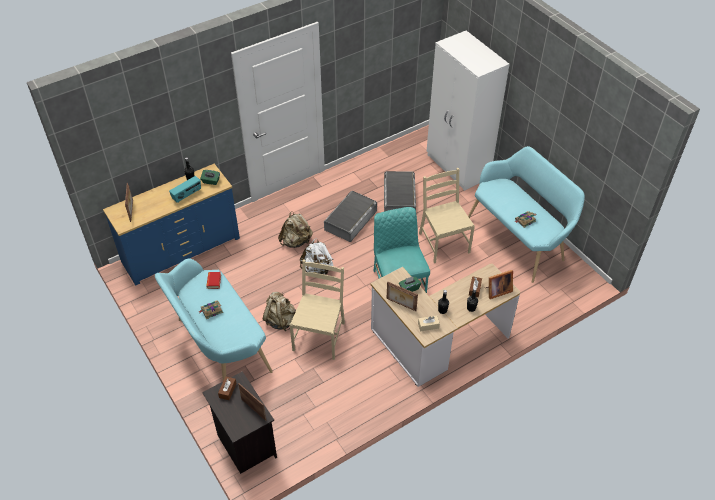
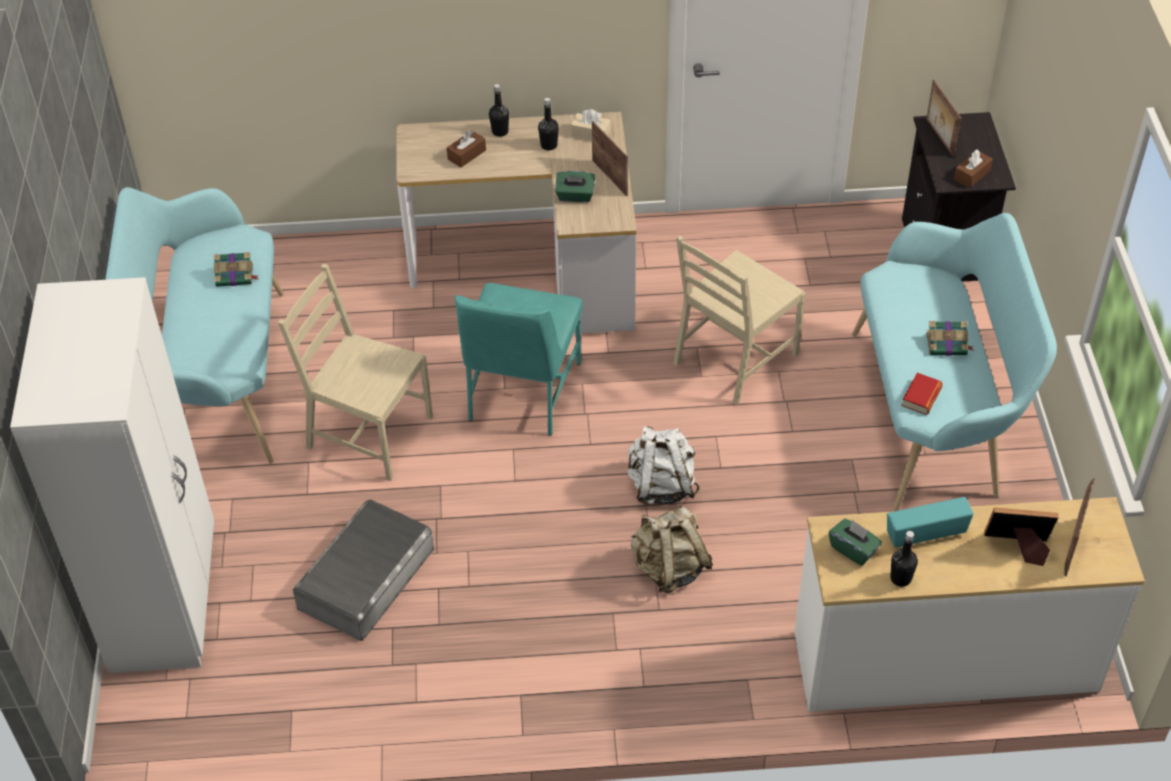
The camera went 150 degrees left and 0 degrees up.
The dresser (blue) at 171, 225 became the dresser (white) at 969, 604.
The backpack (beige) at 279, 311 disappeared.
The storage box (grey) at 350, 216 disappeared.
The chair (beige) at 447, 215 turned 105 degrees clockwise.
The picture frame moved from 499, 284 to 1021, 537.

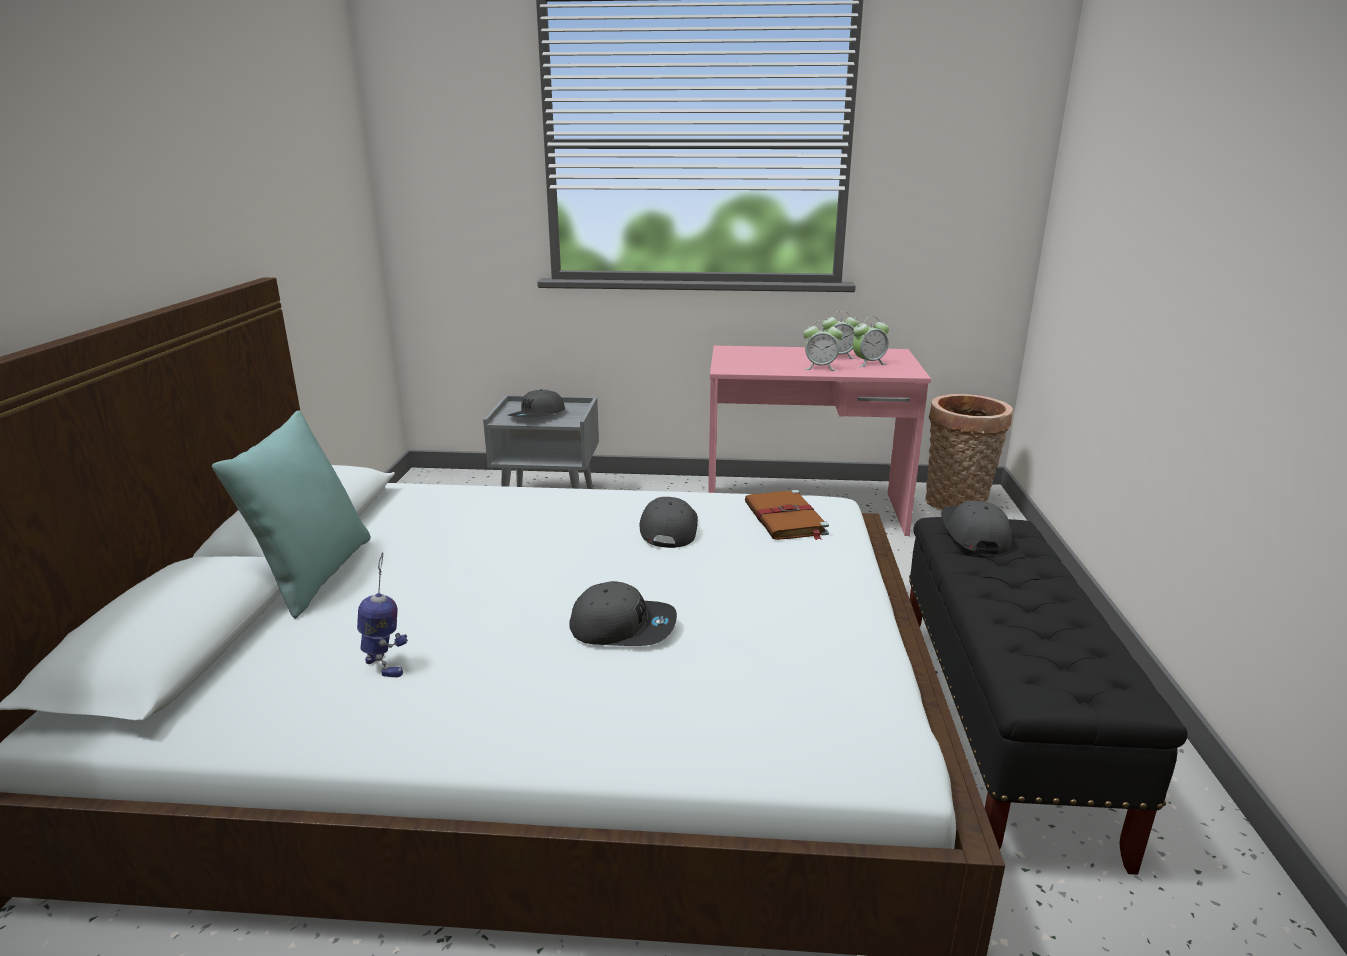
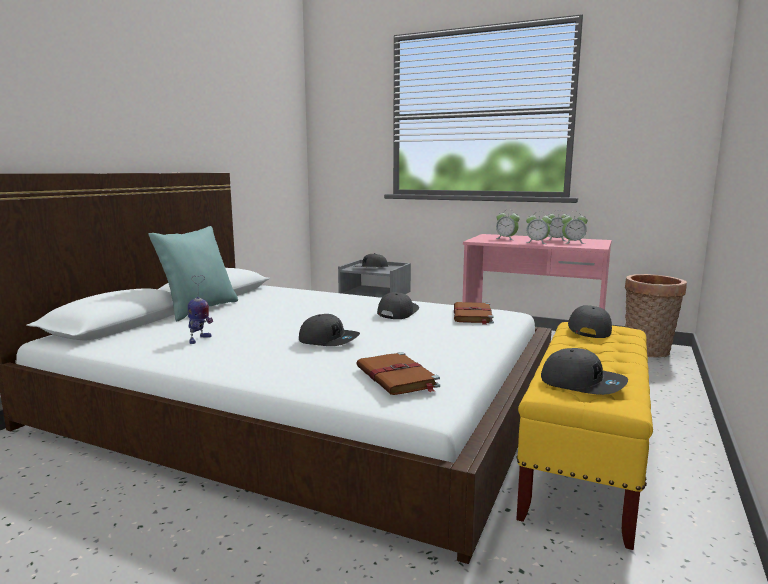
The camera went 20 degrees right and 10 degrees down.
The toy robot at 382, 614 turned 45 degrees clockwise.
The bench (black) at 1048, 696 became the bench (yellow) at 584, 436.
The book (brown) at 398, 373 appeared.
The alarm clock at 507, 224 appeared.
The cap (grey) at 584, 371 appeared.

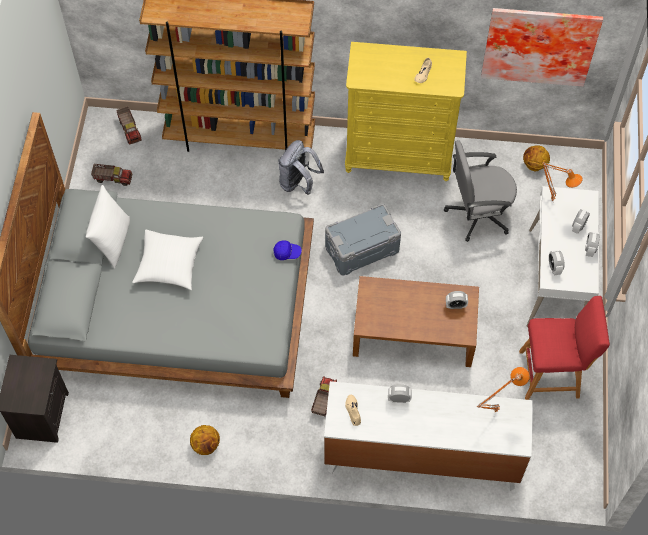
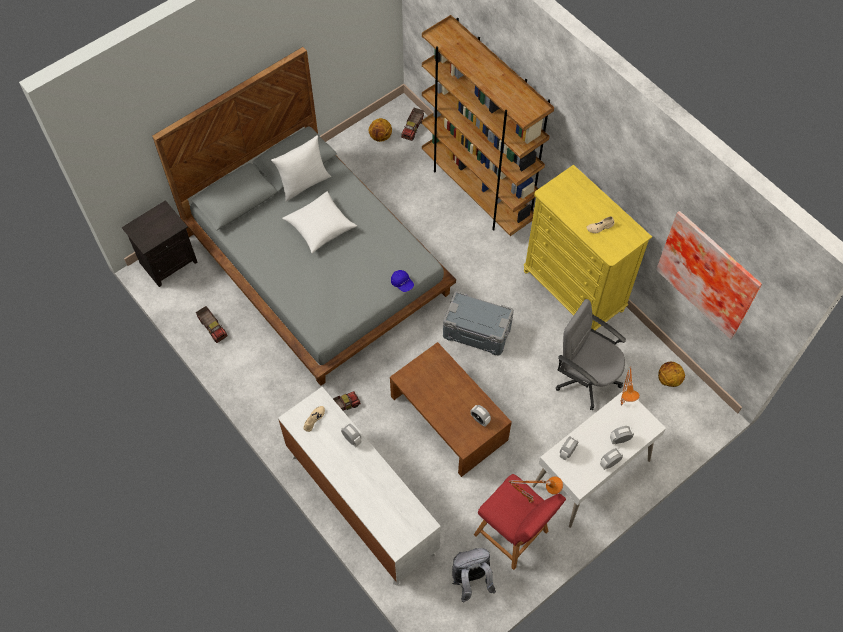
The camera went 45 degrees right and 0 degrees up.
The toy truck moved from 111, 175 to 212, 324.
The basketball moved from 205, 440 to 380, 130.
The backpack (grey) moved from 301, 167 to 474, 575.
The table lamp (orange) moved from 503, 389 to 536, 489.

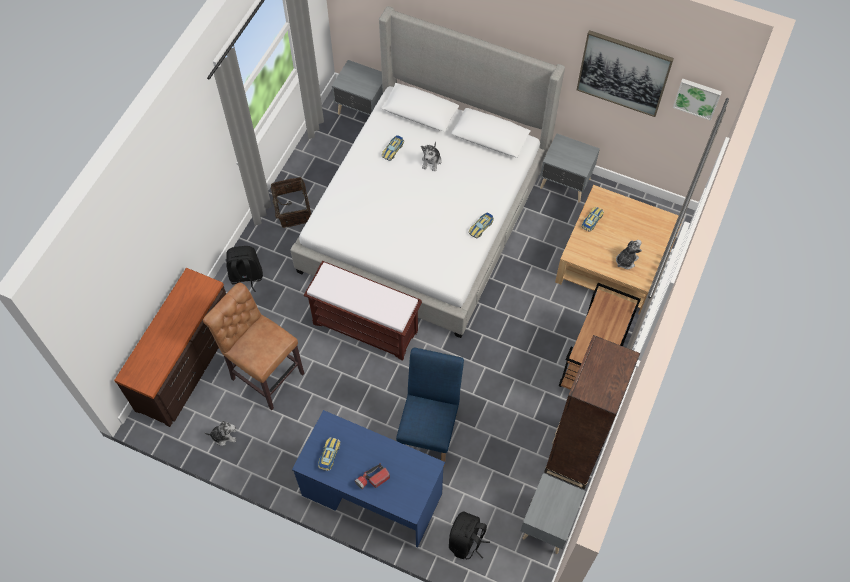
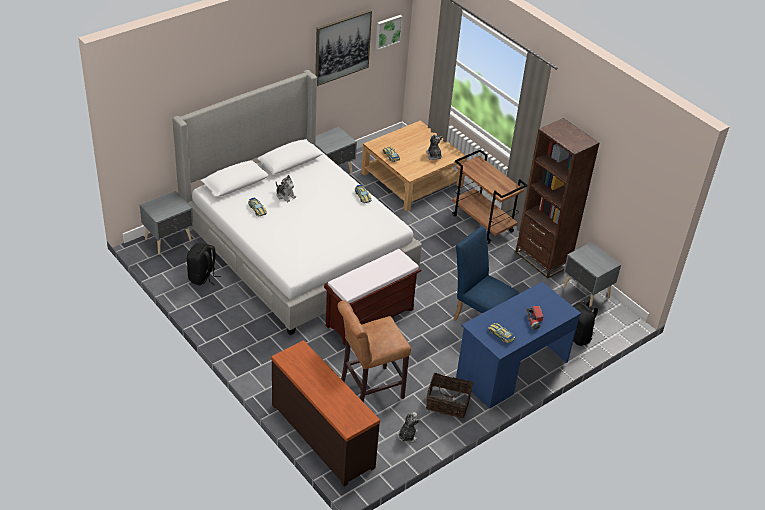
The camera went 65 degrees left and 20 degrees down.
The backpack (black) moved from 244, 269 to 204, 264.
The basket moved from 289, 202 to 449, 395.

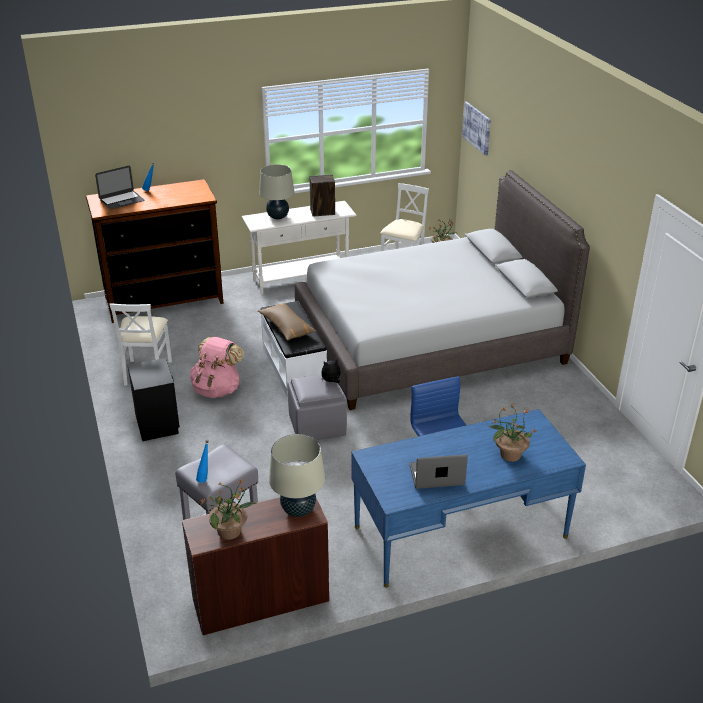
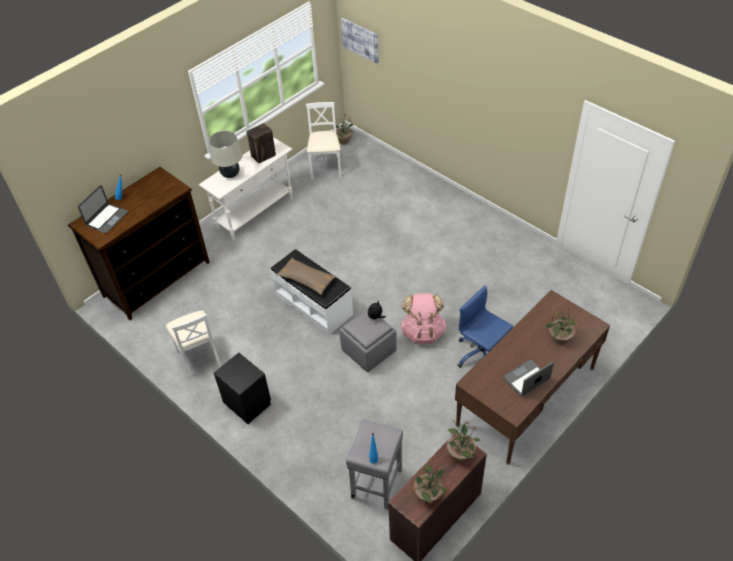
The camera went 25 degrees left and 15 degrees up.
The backpack (pink) moved from 217, 367 to 423, 319.
The table lamp (beige) at 297, 475 was replaced by the potted plant at 463, 441.
The bed (grey) at 442, 290 disappeared.
The desk (blue) at 469, 498 became the desk (brown) at 532, 377.

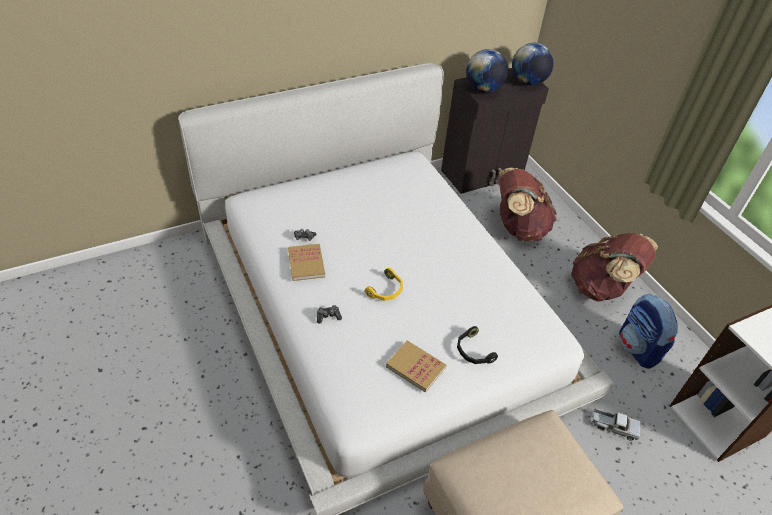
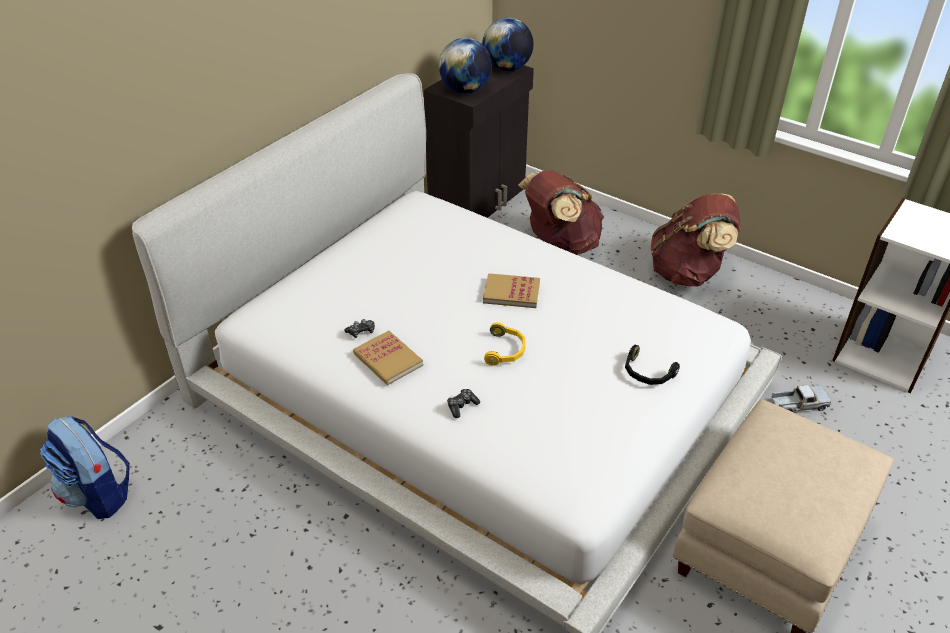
The camera went 25 degrees left and 5 degrees down.
The book moved from 416, 366 to 511, 290.
The backpack moved from 648, 331 to 85, 467.

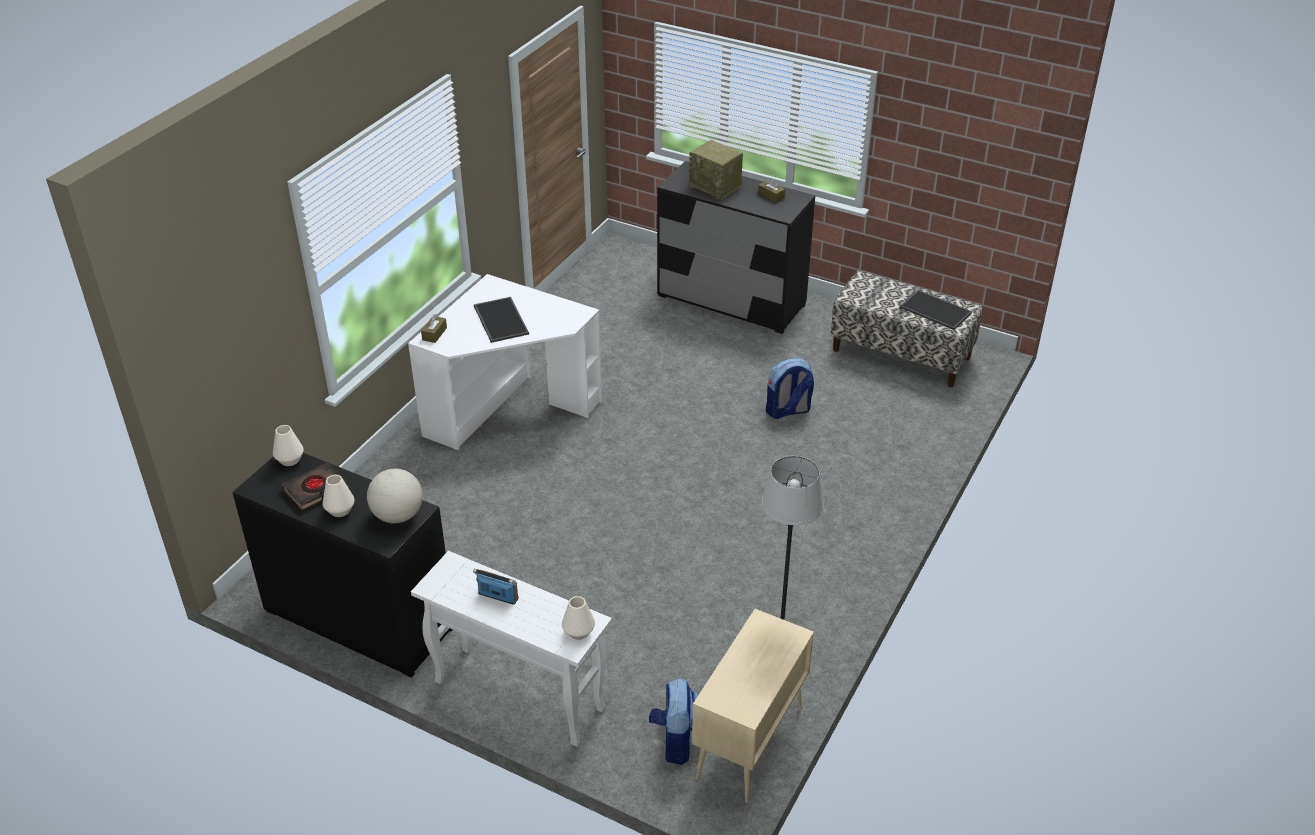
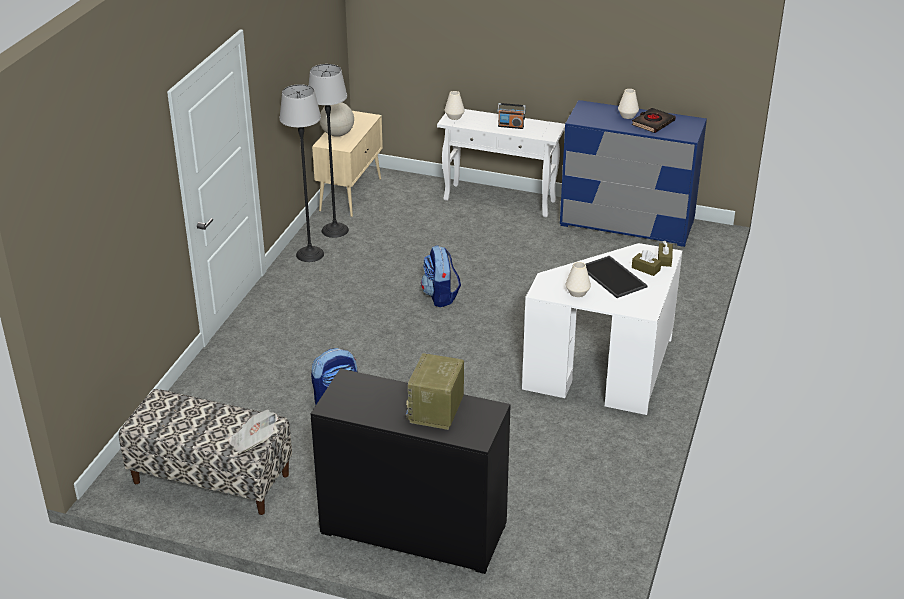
The camera went 170 degrees right and 5 degrees down.
The dresser (black) at 342, 565 became the dresser (blue) at 633, 173.
The vase (white) moved from 288, 445 to 578, 279.
The globe moved from 395, 496 to 337, 119.
The backpack moved from 673, 721 to 441, 276.
The radio at 716, 170 turned 105 degrees counterclockwise.
The tissue box (brown) moved from 771, 190 to 646, 263.
The tray at 936, 310 disappeared.
The newspaper at 253, 432 appeared.
The floor lamp at 301, 173 appeared.

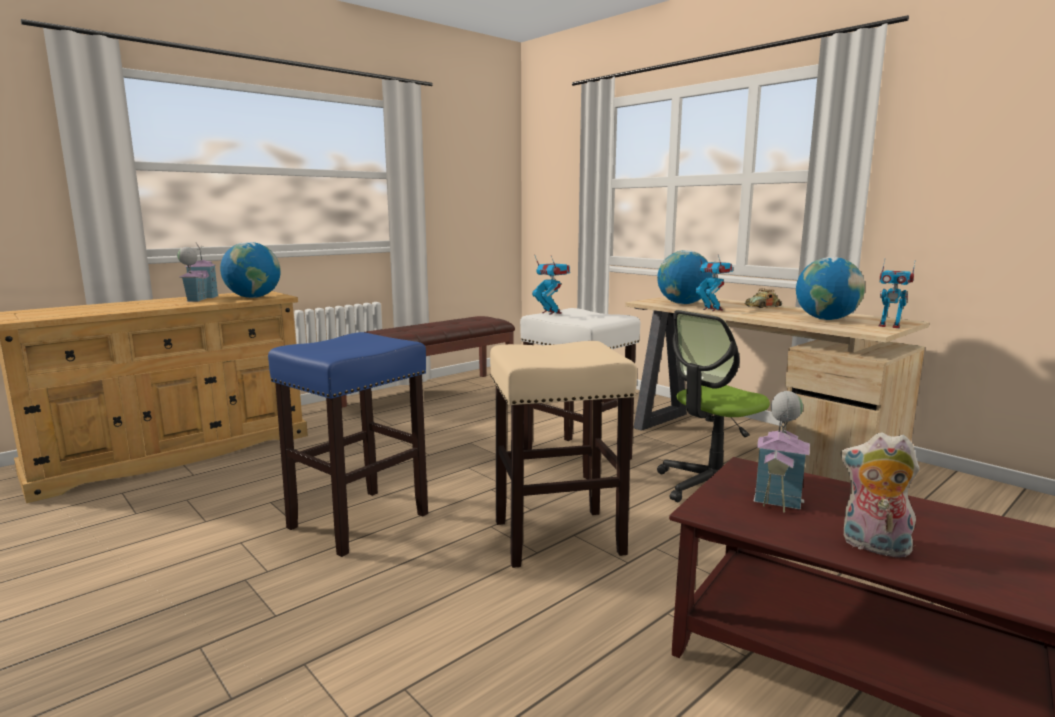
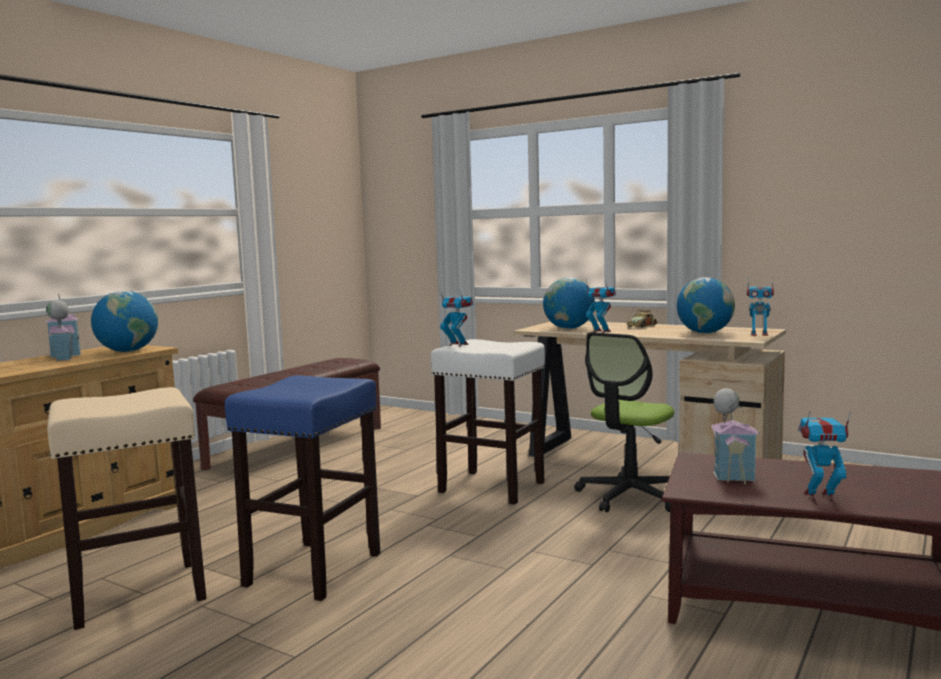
The camera went 15 degrees left and 5 degrees down.
The stool (beige) moved from 563, 454 to 127, 508.
The plush toy at 880, 495 was replaced by the toy robot at 824, 456.

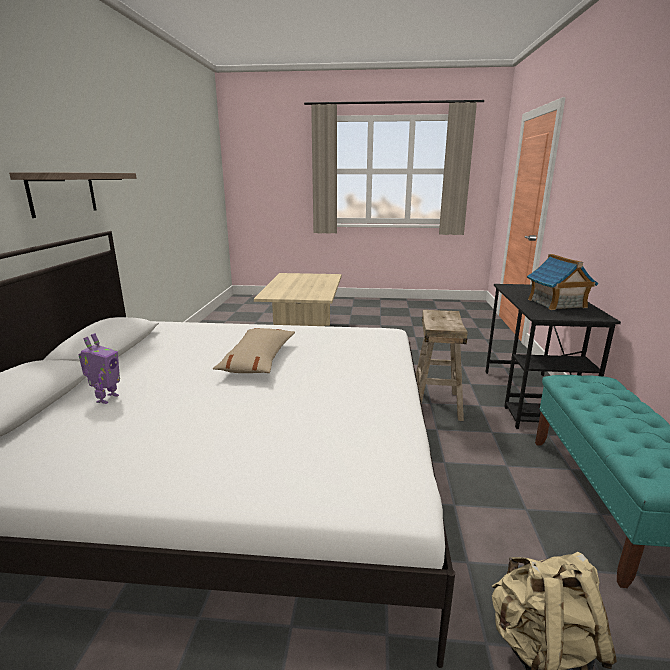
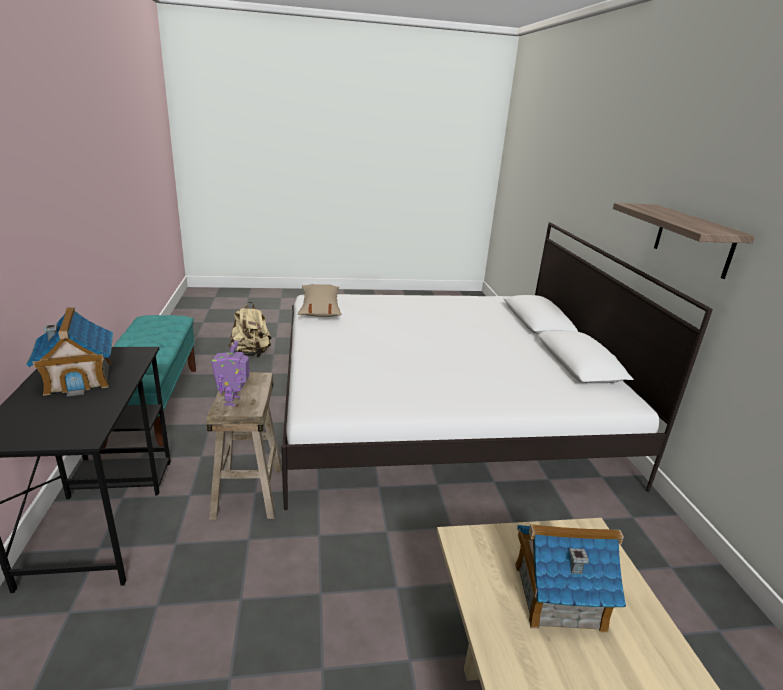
The camera went 165 degrees right and 5 degrees up.
The toy robot moved from 99, 368 to 230, 373.
The pillow (beige) moved from 254, 350 to 320, 300.
The toy house at 570, 578 appeared.

